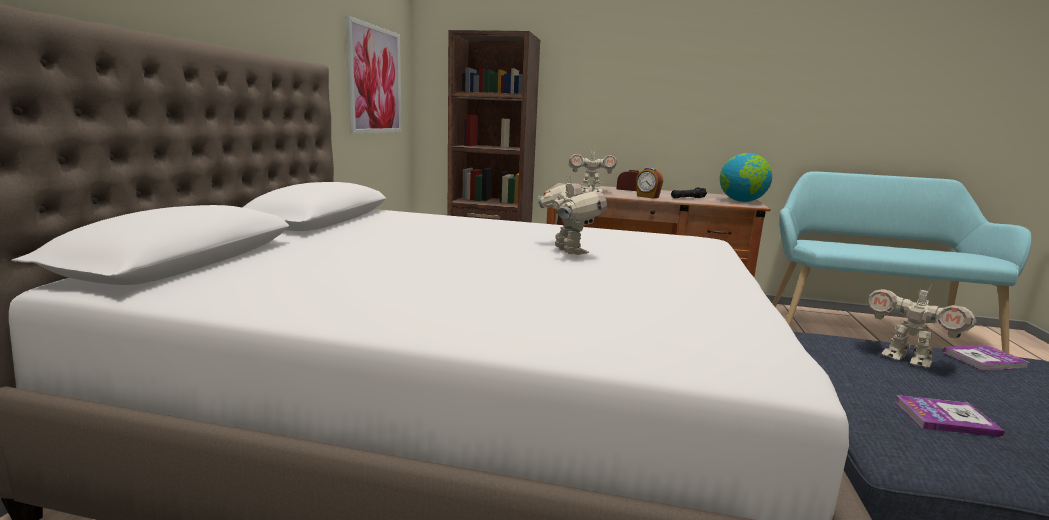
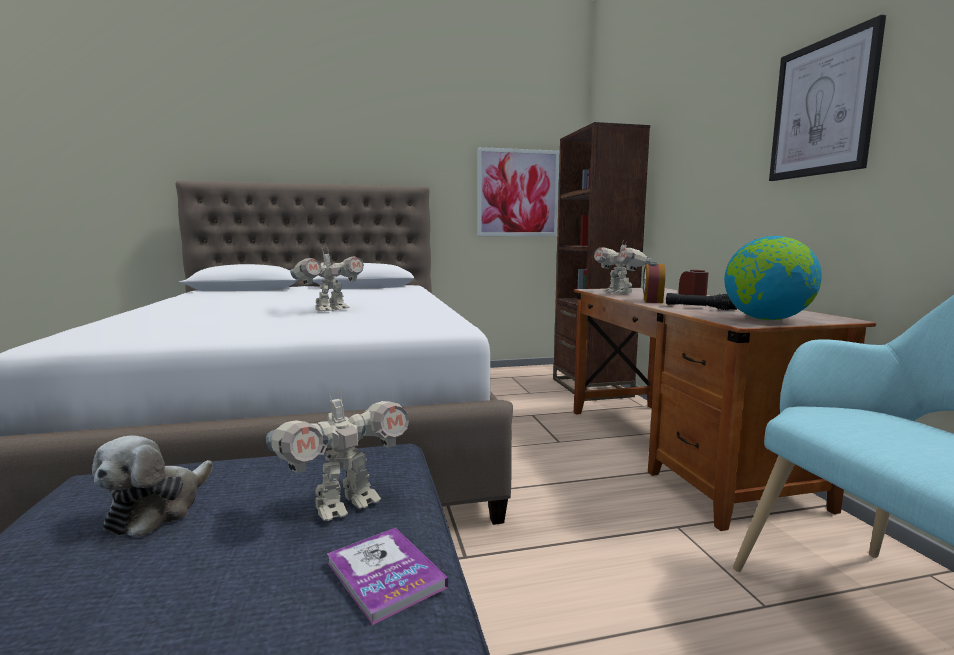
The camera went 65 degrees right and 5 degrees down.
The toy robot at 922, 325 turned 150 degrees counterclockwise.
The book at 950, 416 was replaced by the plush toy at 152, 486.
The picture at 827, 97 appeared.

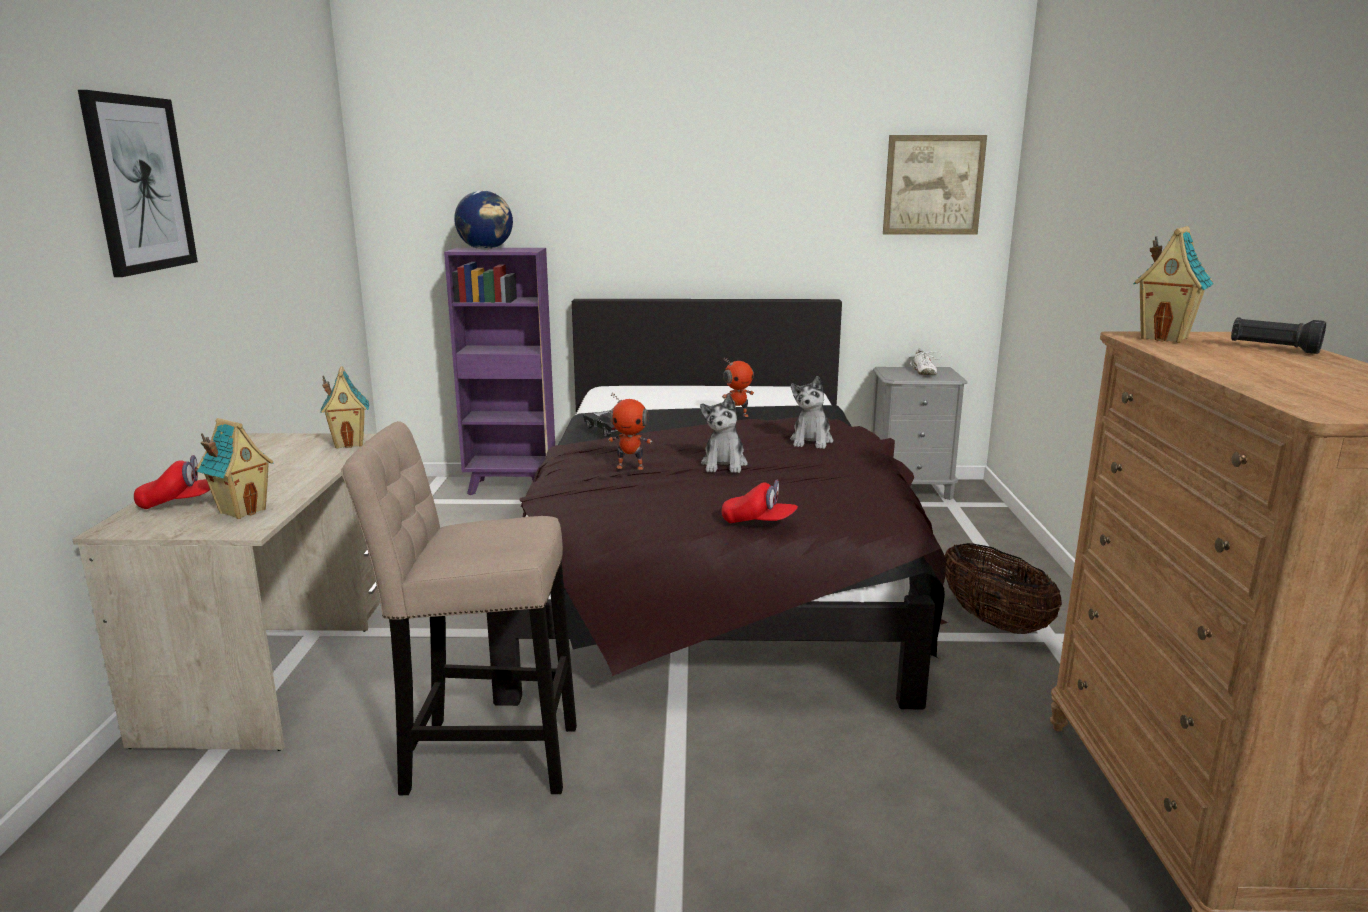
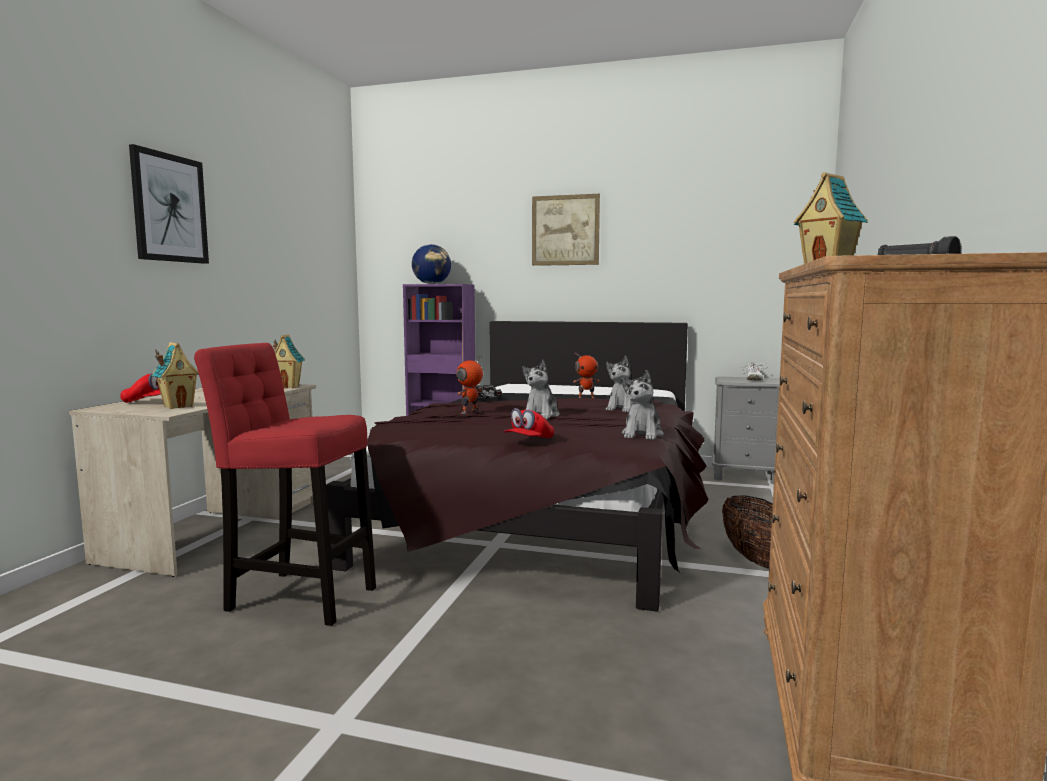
The camera went 15 degrees right and 10 degrees down.
The stool (beige) at 459, 608 became the stool (red) at 285, 484.
The toy robot at 630, 431 turned 105 degrees clockwise.
The cap (red) at 760, 501 turned 90 degrees clockwise.
The picture moved from 935, 185 to 566, 230.
The plush toy at 642, 405 appeared.

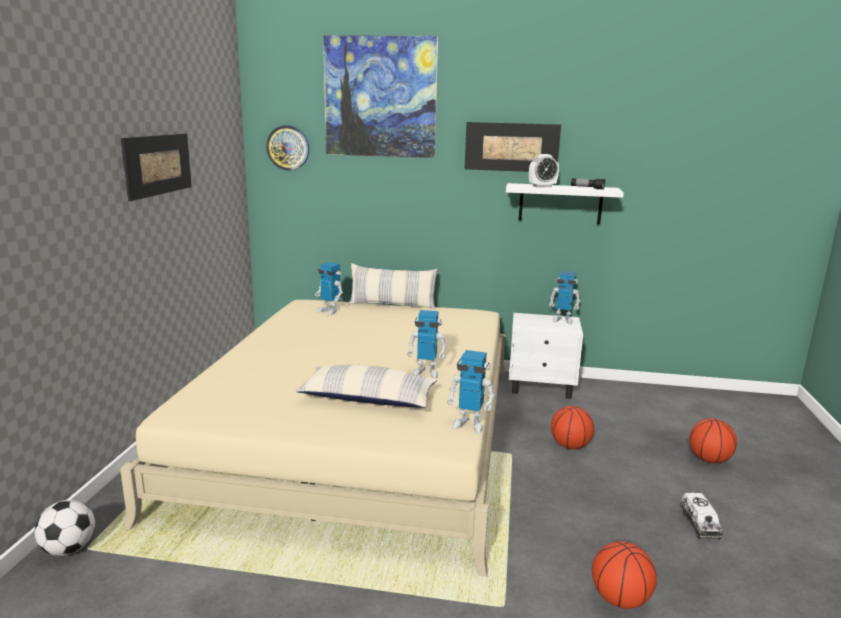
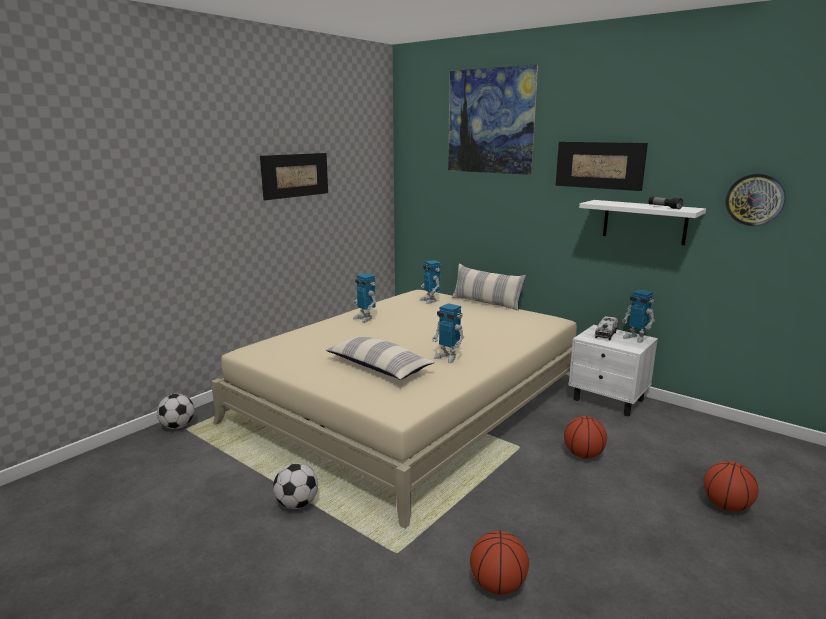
The camera went 30 degrees right and 0 degrees up.
The wall clock moved from 287, 148 to 755, 199.
The toy robot moved from 471, 391 to 364, 298.
The alarm clock at 544, 170 disappeared.
The toy truck moved from 701, 516 to 606, 328.
The football at 295, 486 appeared.

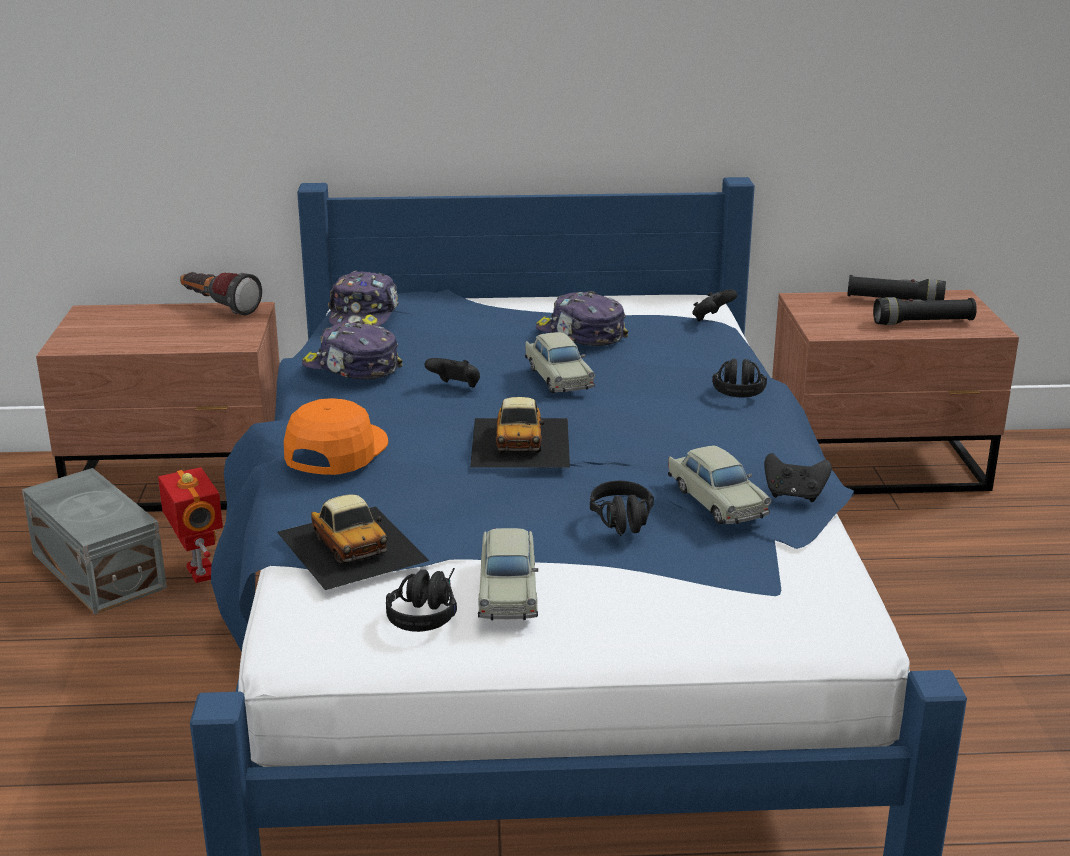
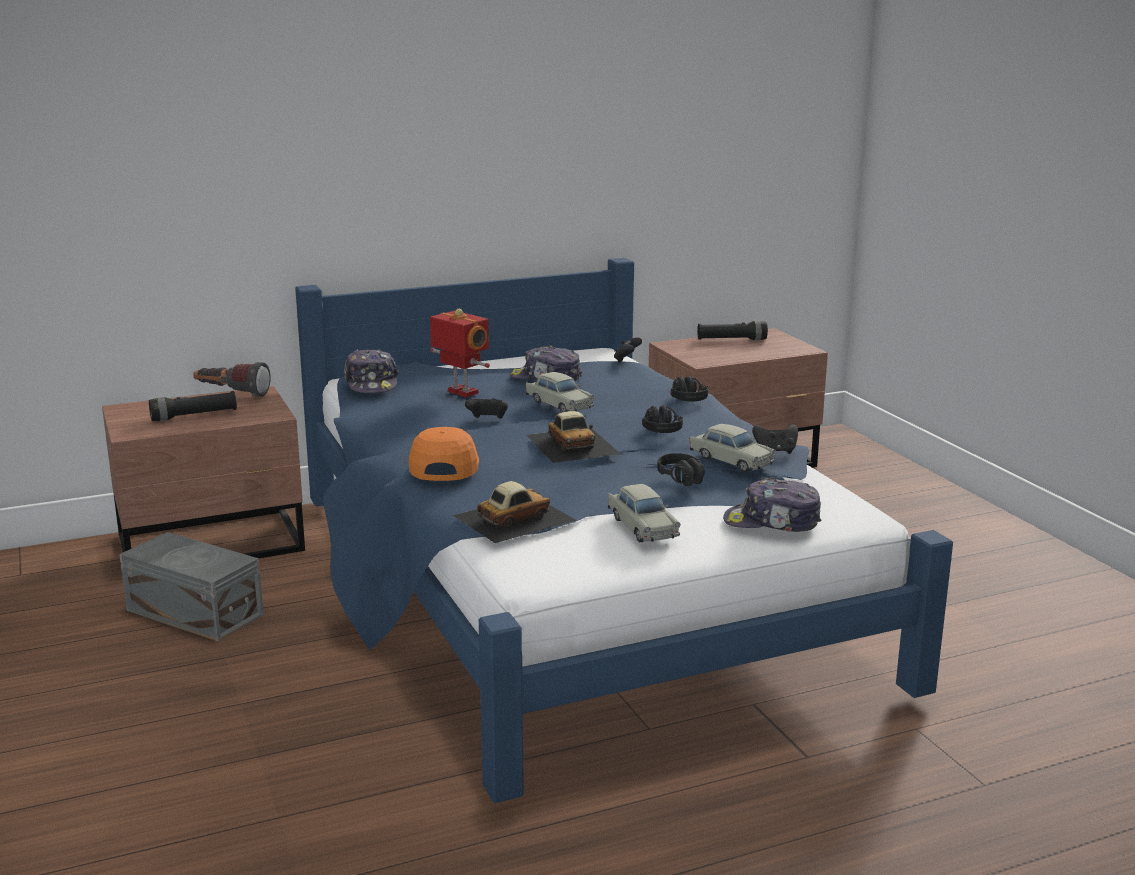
The camera went 20 degrees left and 5 degrees down.
The toy robot moved from 190, 525 to 460, 353.
The toy car at 353, 542 turned 75 degrees counterclockwise.
The cap moved from 352, 350 to 772, 504.
The headphones (black) moved from 421, 600 to 662, 419.
The flashlight (black) moved from 925, 311 to 193, 406.

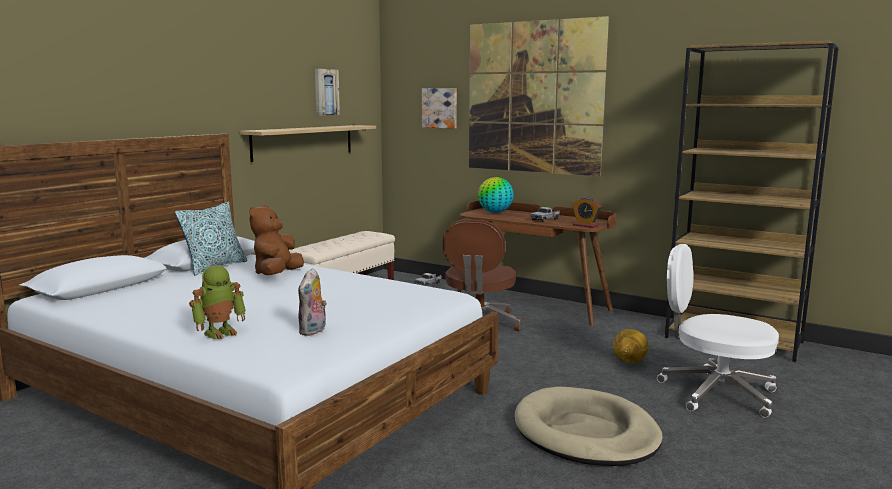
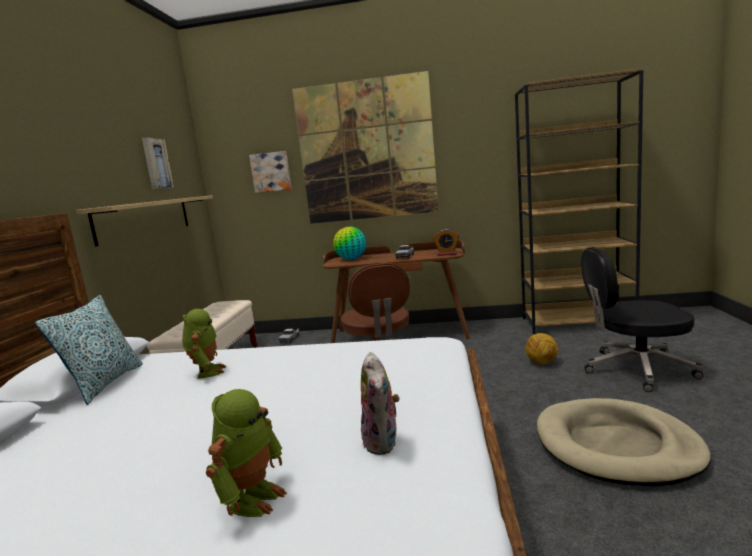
The camera went 25 degrees left and 0 degrees up.
The plush toy (brown) at 276, 240 was replaced by the toy robot at 204, 344.
The office chair (white) at 718, 331 became the office chair (black) at 642, 319.

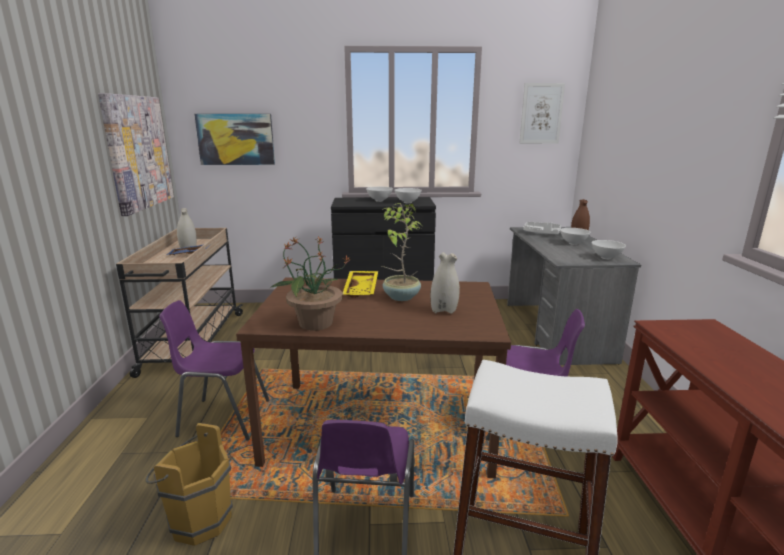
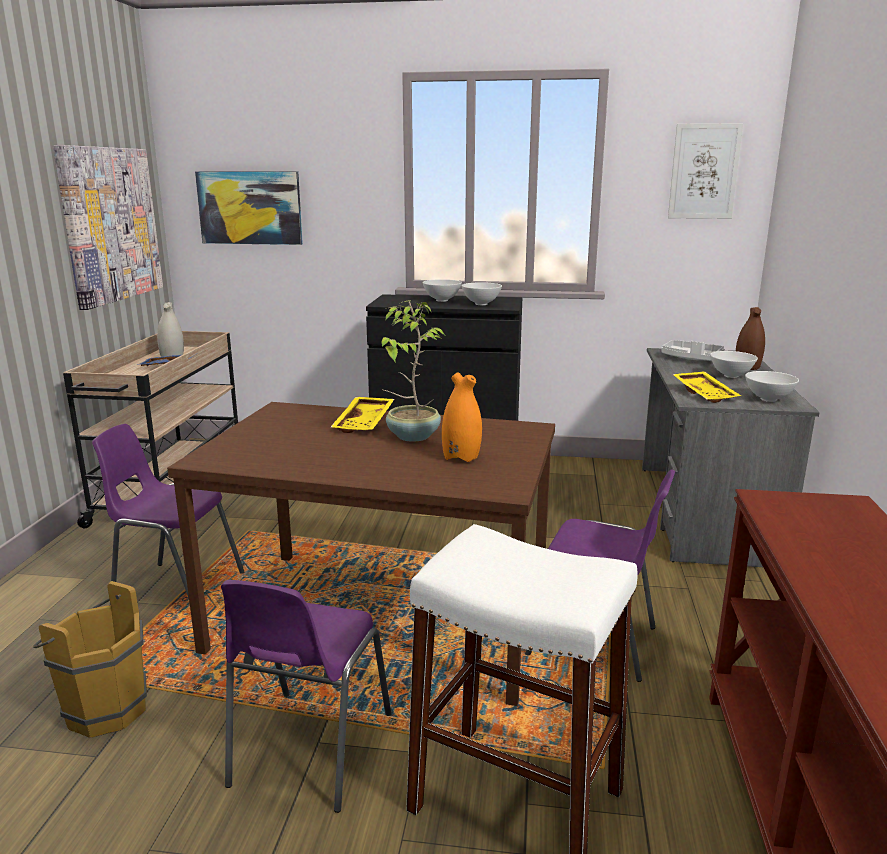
The camera went 10 degrees right and 0 degrees up.
The potted plant at 310, 283 disappeared.
The vase (white) at 445, 283 became the vase (orange) at 462, 417.
The tray (yellow) at 706, 387 appeared.

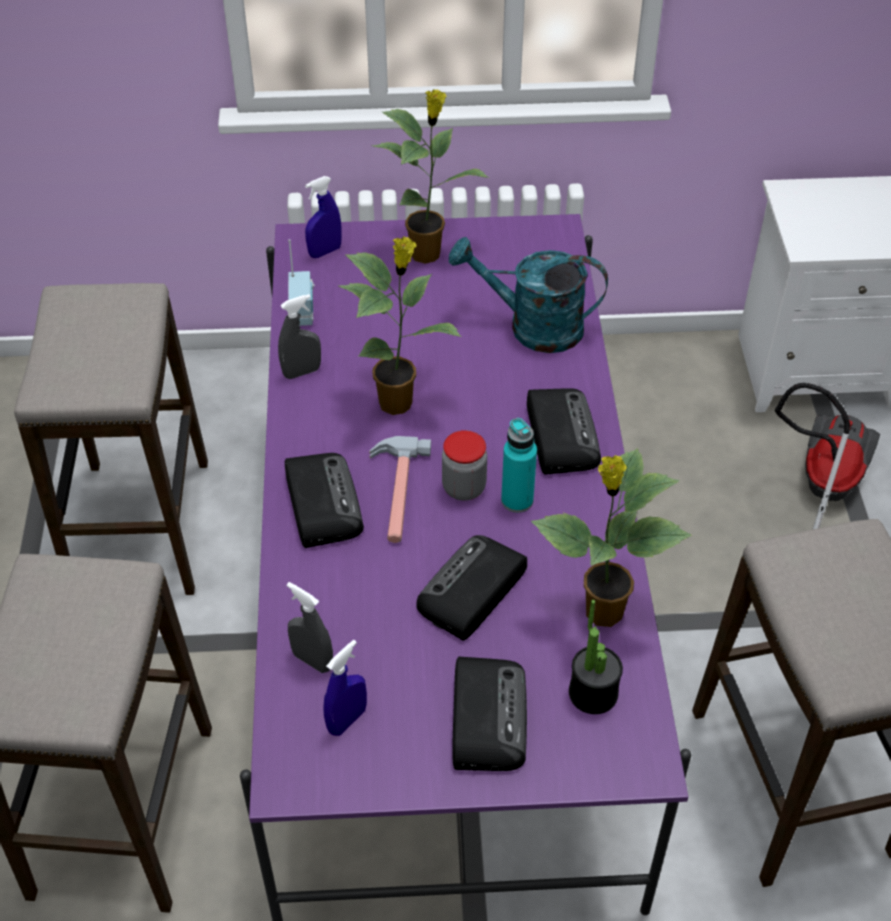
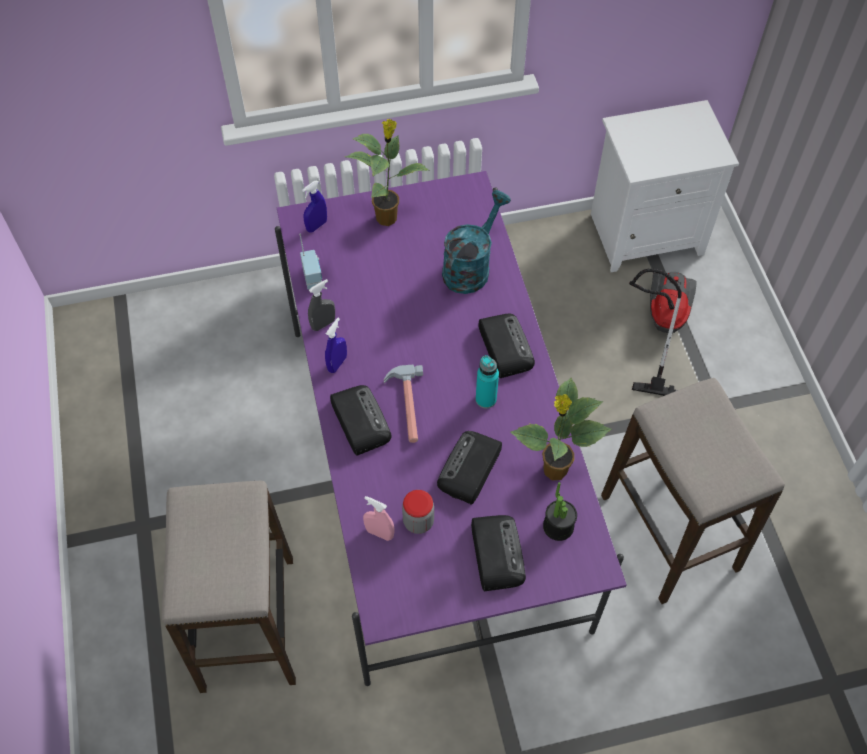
The camera went 10 degrees left and 10 degrees up.
The stool at 111, 439 disappeared.
The spray bottle (grey) at 310, 627 became the spray bottle (pink) at 379, 518.
The spray bottle (blue) moved from 345, 688 to 336, 345.
The potted plant at 400, 325 disappeared.
The jar moved from 464, 465 to 418, 512.
The watering can (turquoise) at 528, 295 turned 120 degrees clockwise.

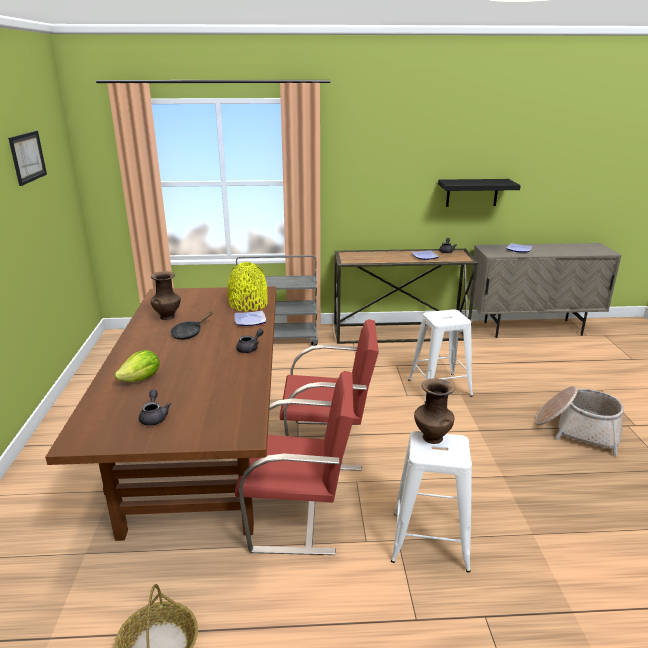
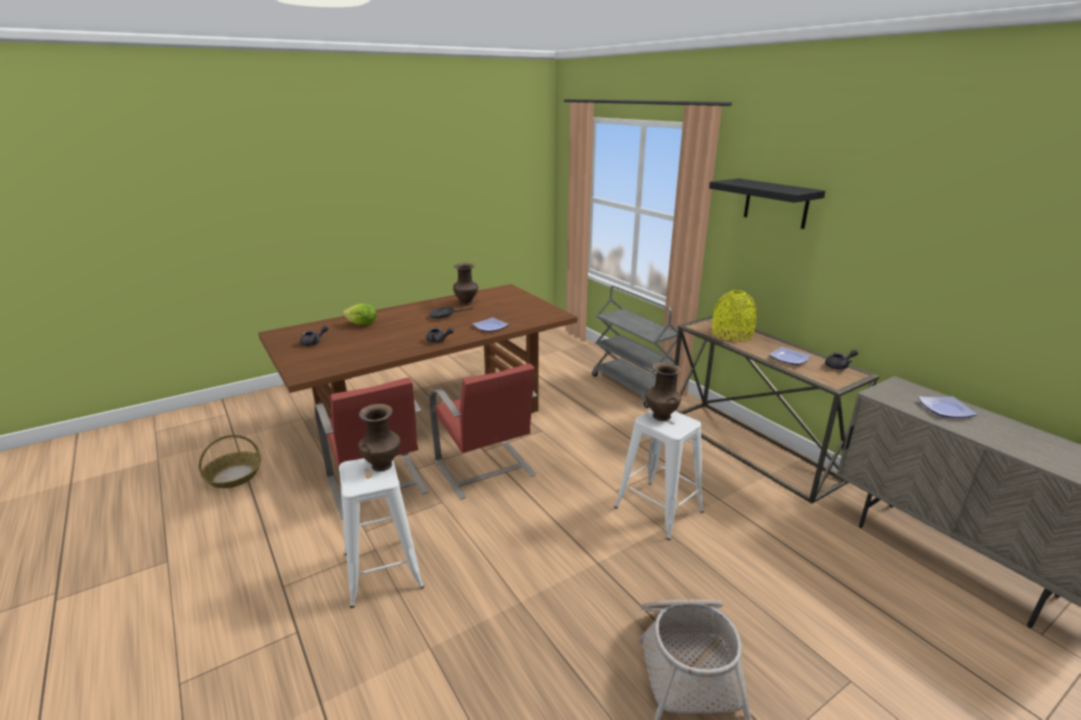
The camera went 60 degrees right and 0 degrees up.
The picture at 27, 158 disappeared.
The vase (yellow) moved from 248, 287 to 735, 316.
The shelf (black) moved from 479, 193 to 767, 204.
The vase (brown) at 663, 391 appeared.

